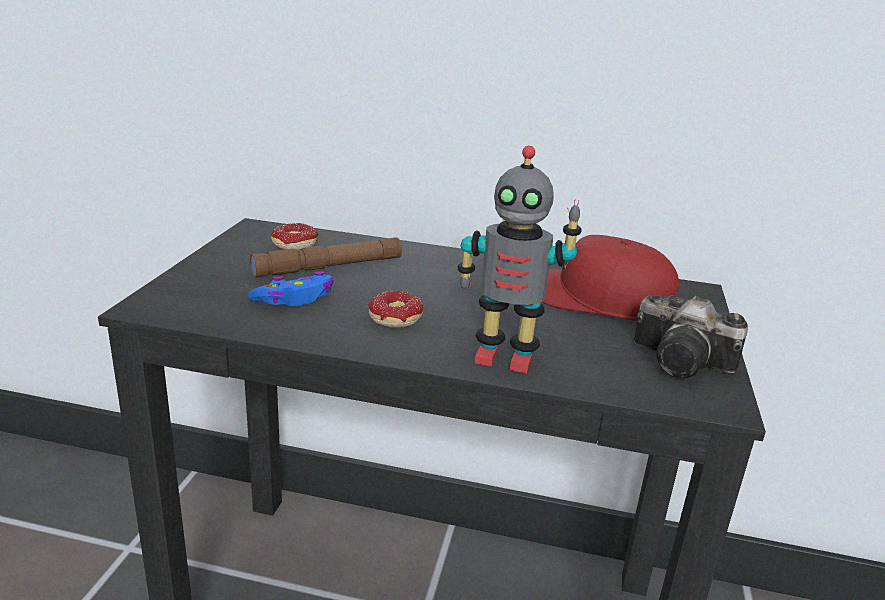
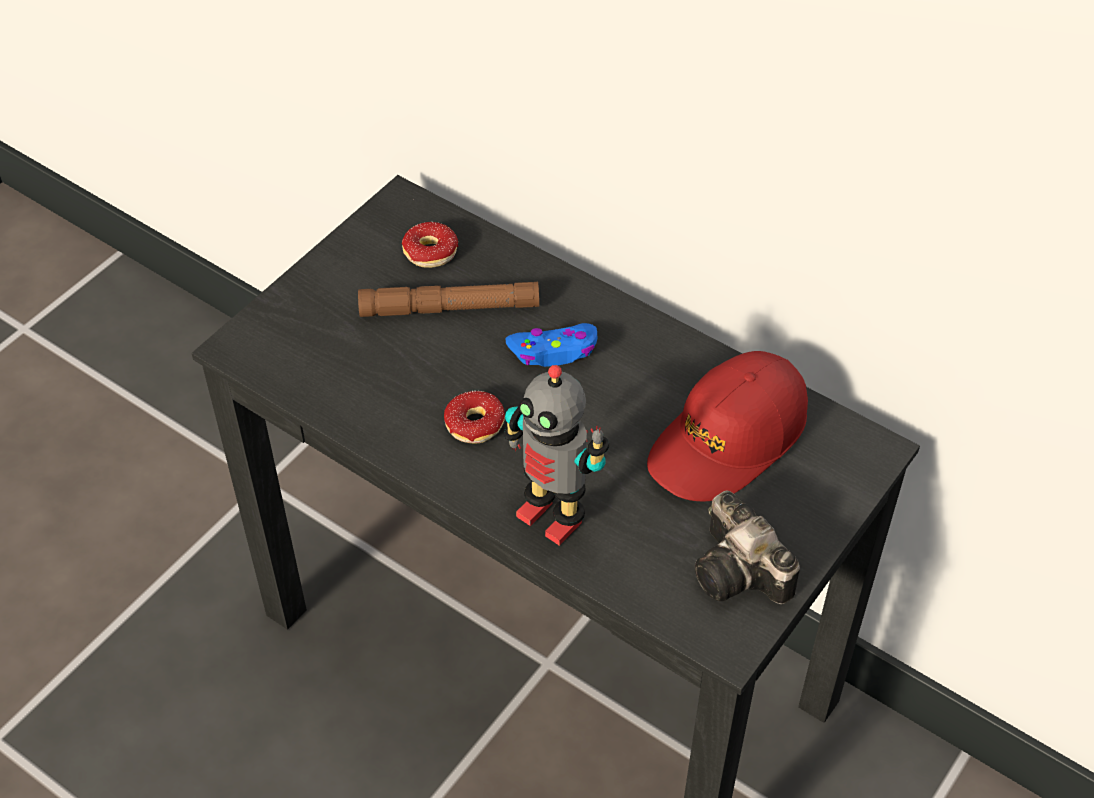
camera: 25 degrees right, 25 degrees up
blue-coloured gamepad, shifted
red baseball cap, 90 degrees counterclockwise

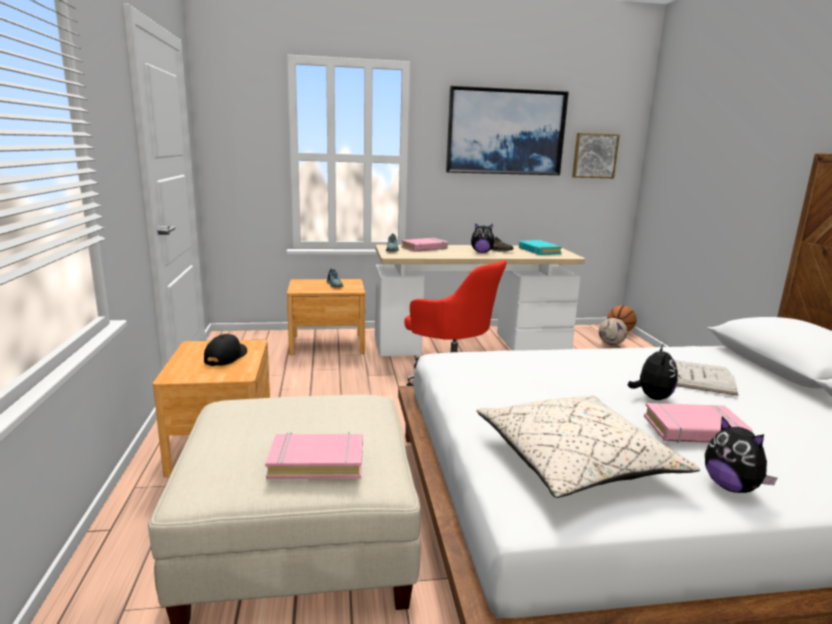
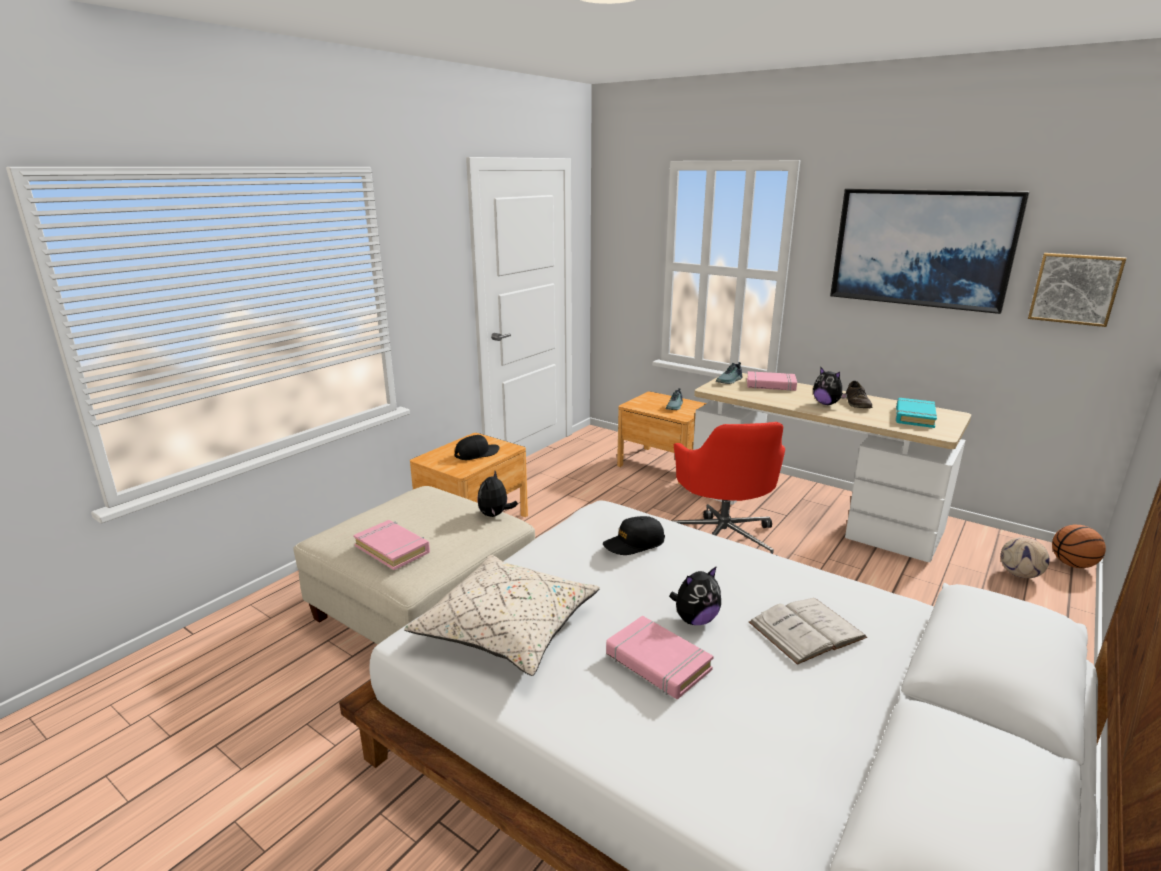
camera: 45 degrees right, 5 degrees up
- → black baseball cap (no. 2 from left)
cuddly toy (no. 3 from left in the first image) → cuddly toy (no. 1 from left), shifted

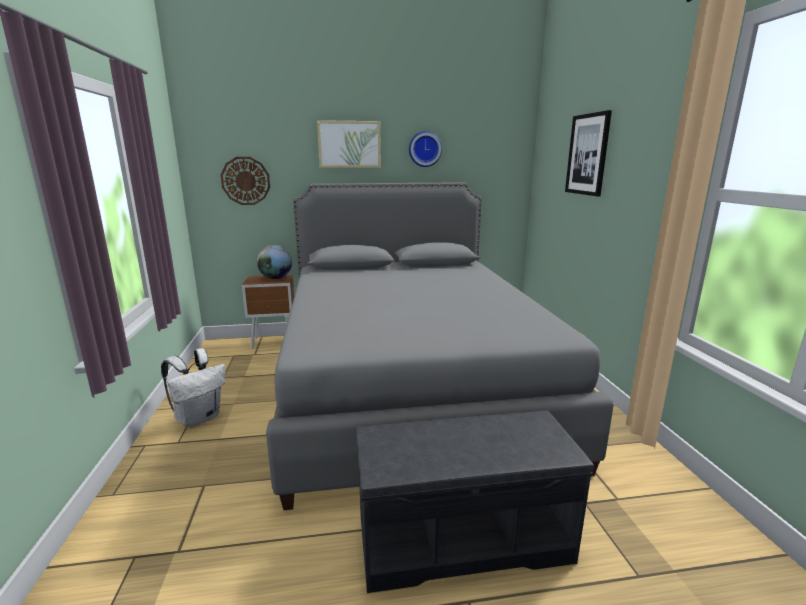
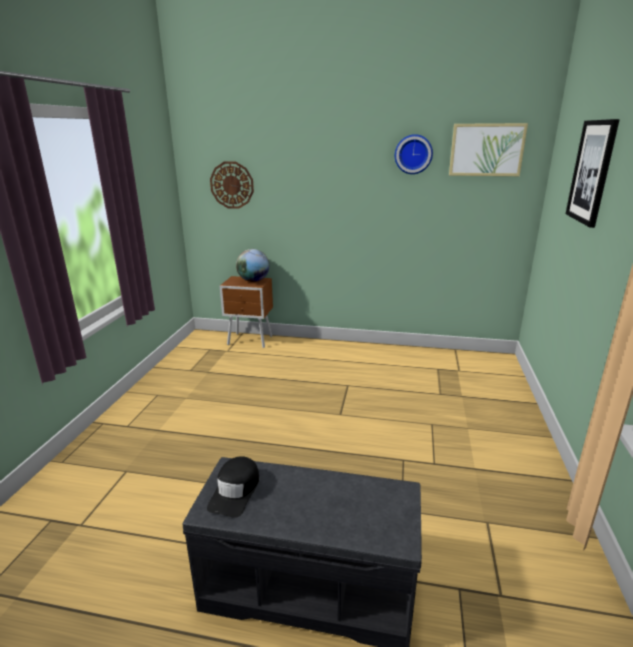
camera: 20 degrees right, 5 degrees up
white-coloured rucksack → -
grey sleeping bed → -
- → black baseball cap
picture (no. 1 from left), shifted

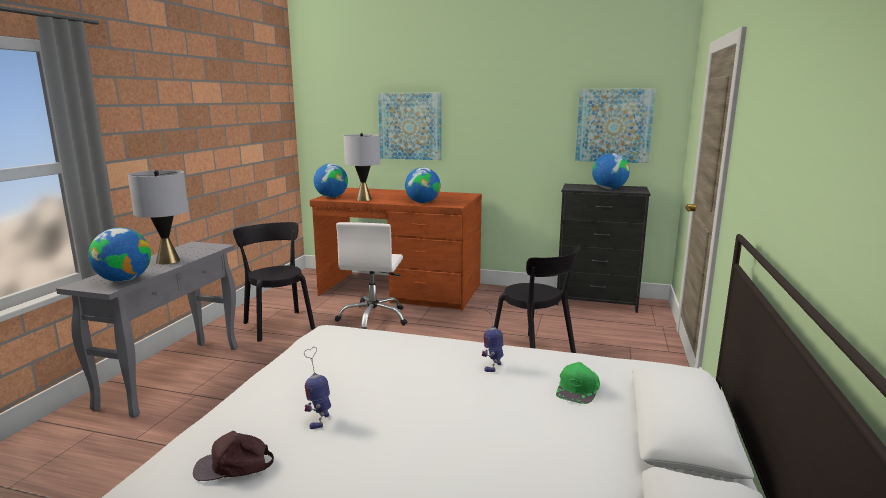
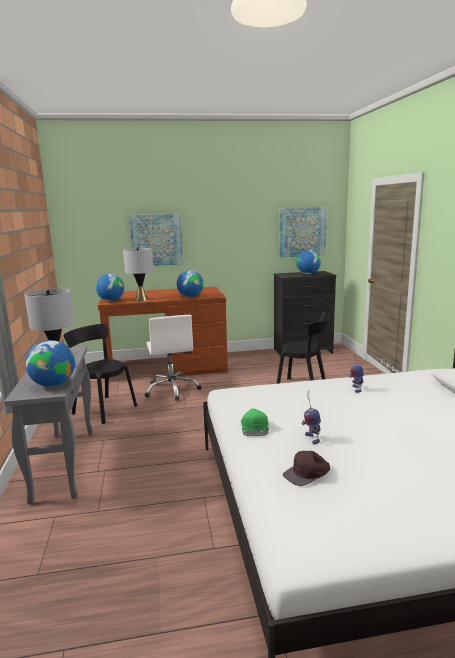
camera: 25 degrees left, 0 degrees up
green baseball cap, shifted

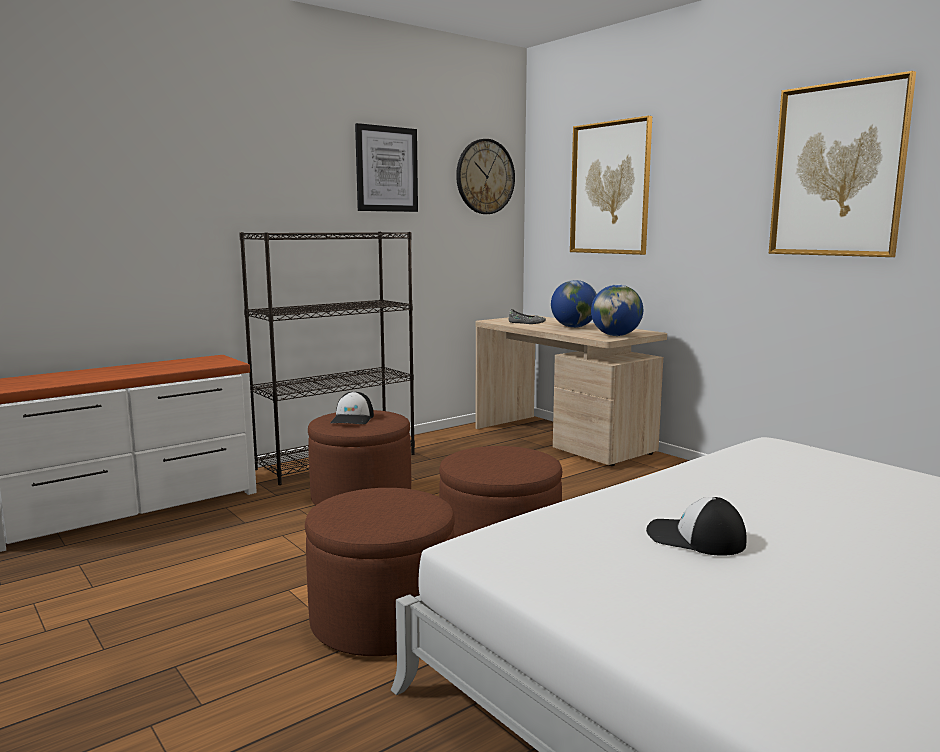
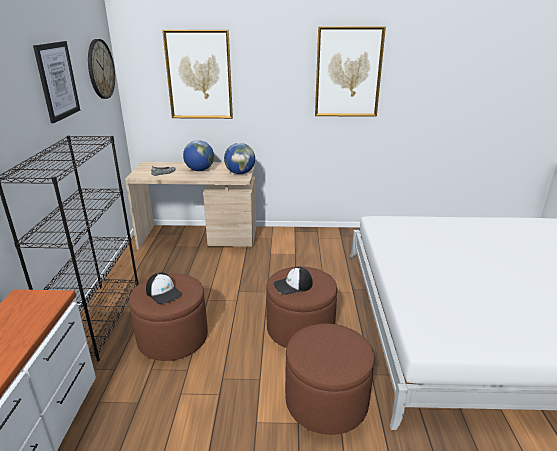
camera: 50 degrees left, 15 degrees up
baseball cap (no. 2 from left), shifted

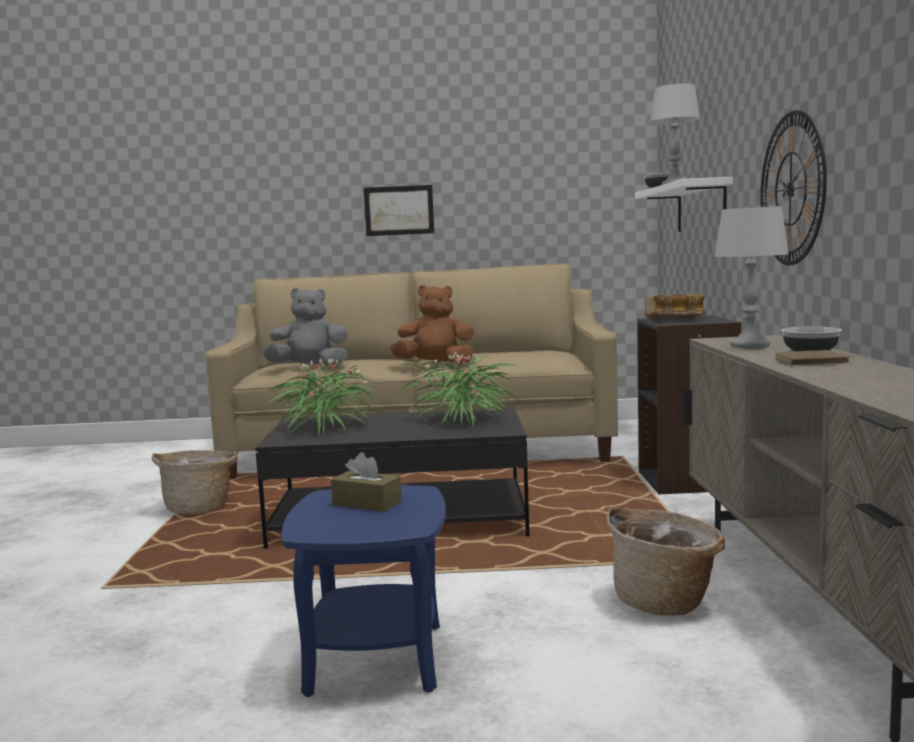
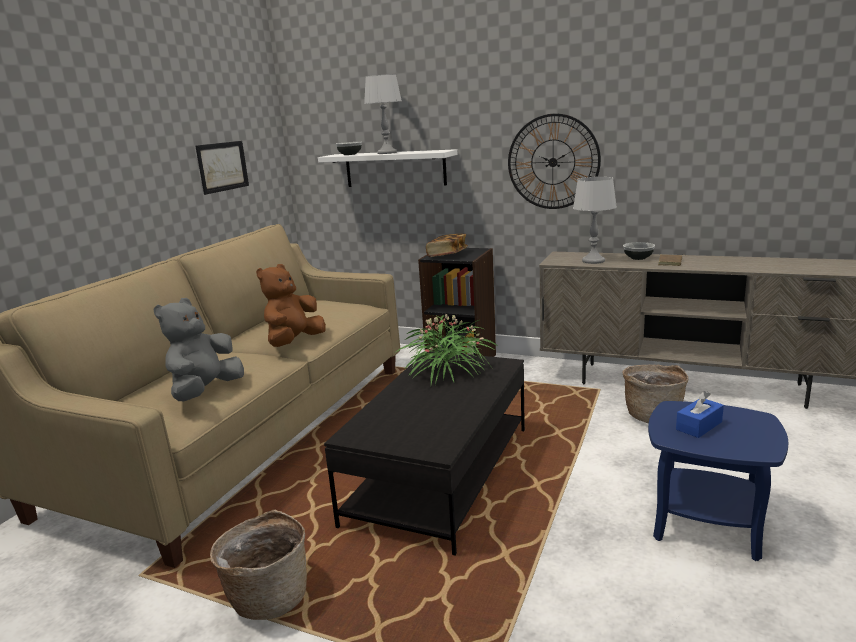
camera: 65 degrees left, 10 degrees up
houseplant (no. 1 from left) → -
picture, shifted
brown-coloured tissue holder → blue-coloured tissue holder

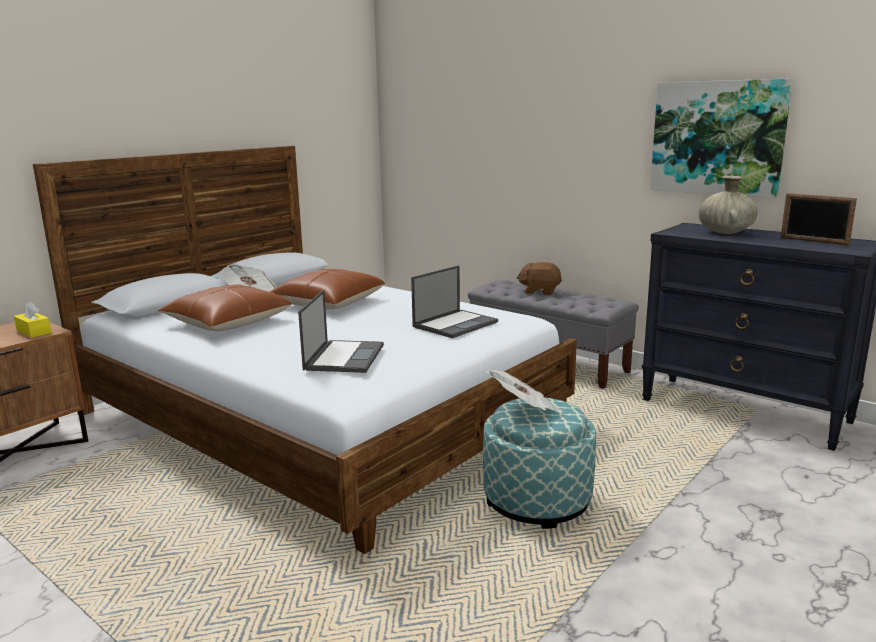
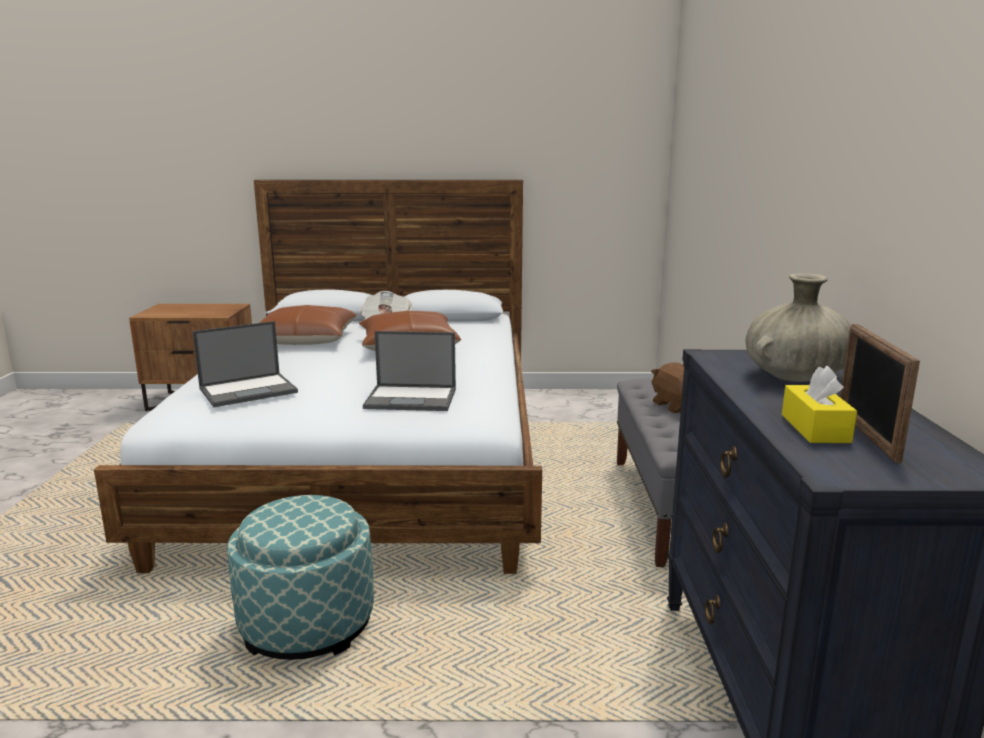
camera: 50 degrees right, 0 degrees up
printed paper (no. 2 from left) → -
picture → -
yellow tissue holder, shifted

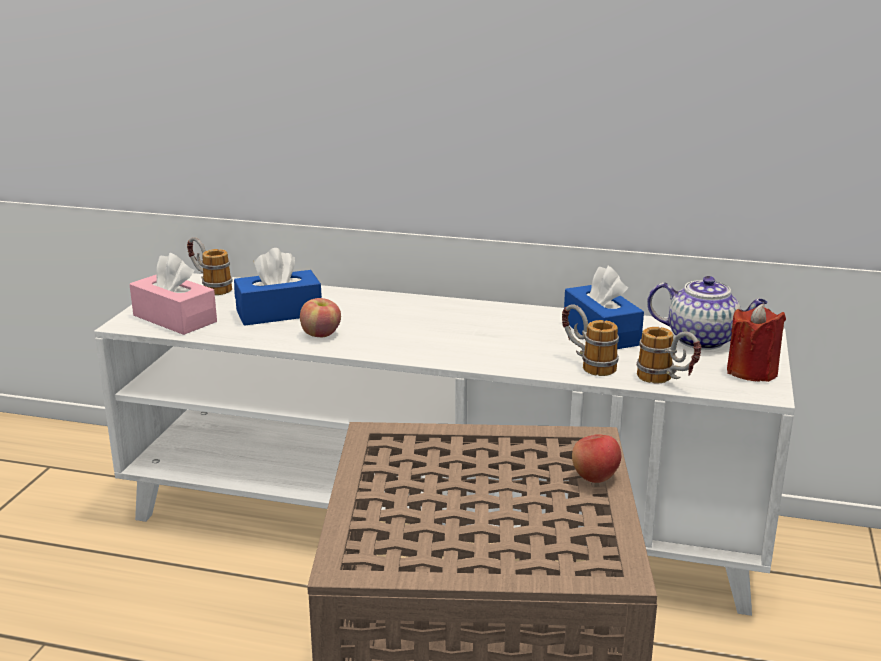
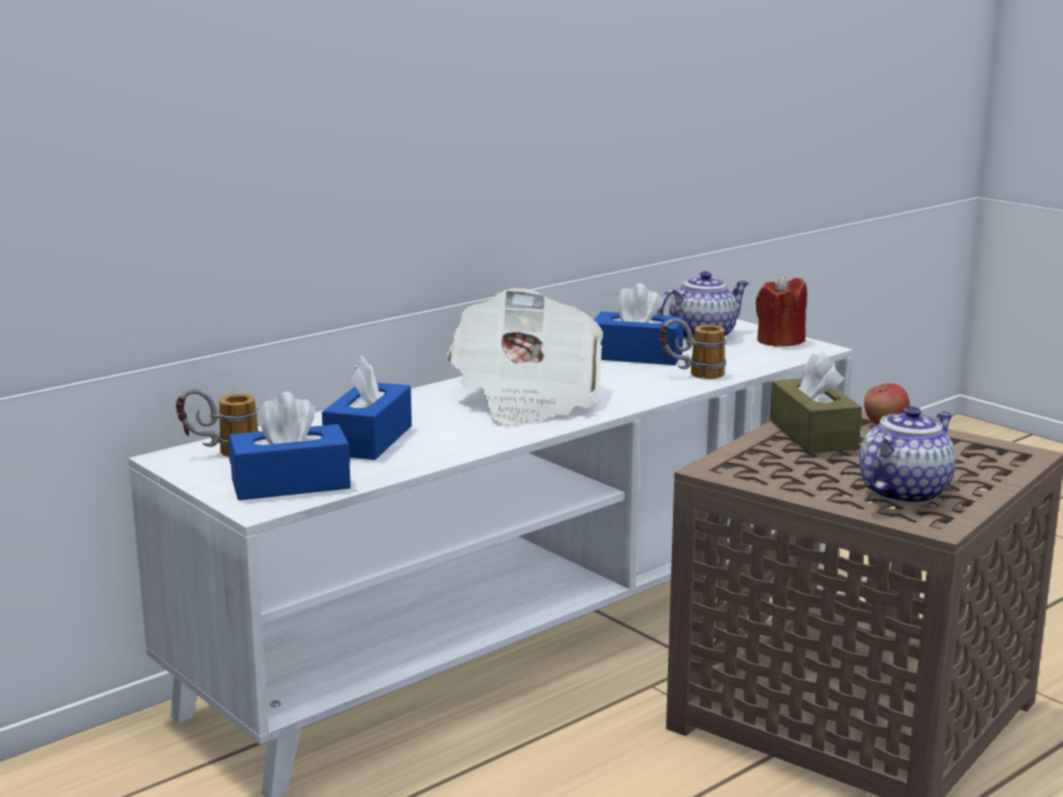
camera: 55 degrees left, 5 degrees down
whole apple (no. 1 from left) → -
tea mug (no. 3 from left) → -
- → printed paper
- → brown-coloured tissue holder
- → tea pot (no. 2 from left)
pink-coloured tissue holder → blue-coloured tissue holder (no. 1 from left)

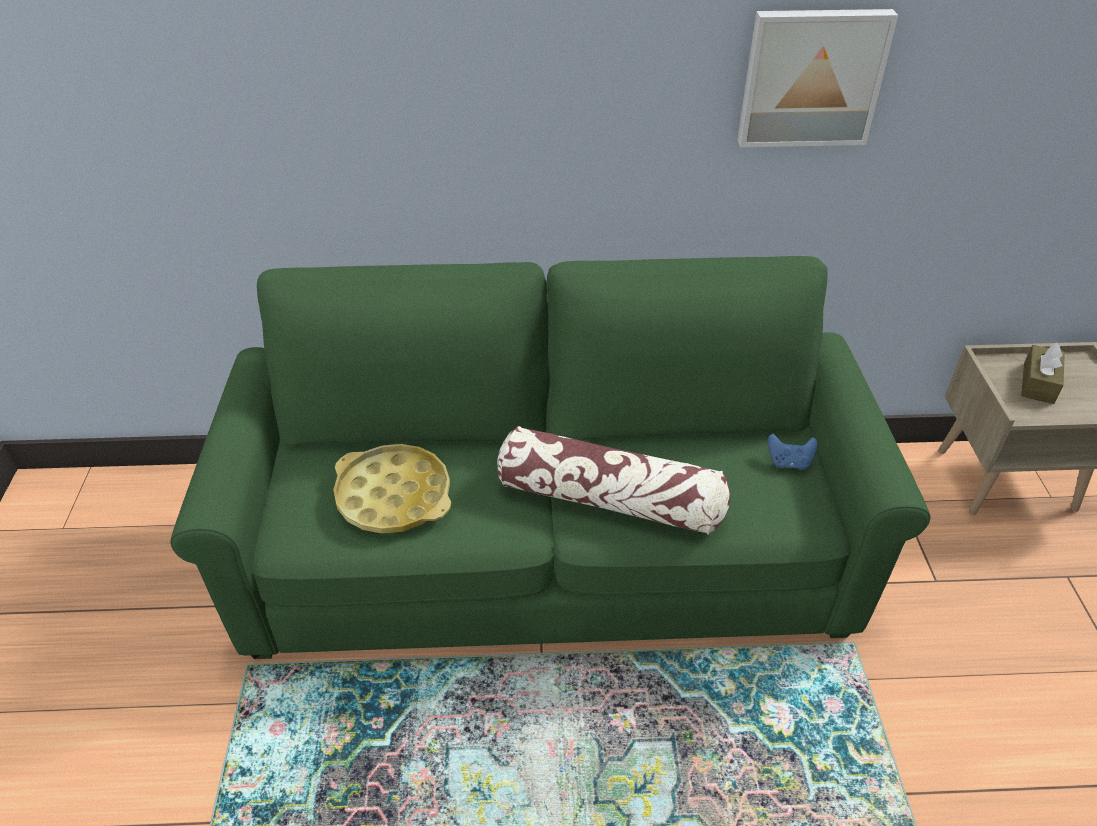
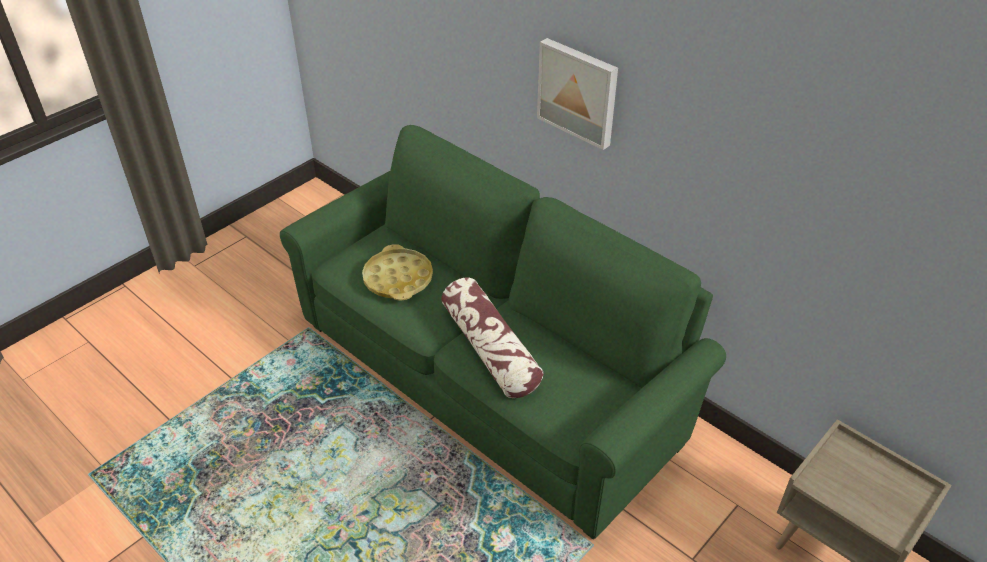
camera: 45 degrees right, 0 degrees up
blue-coloured gamepad → -
brown-coloured tissue holder → -
picture, shifted

